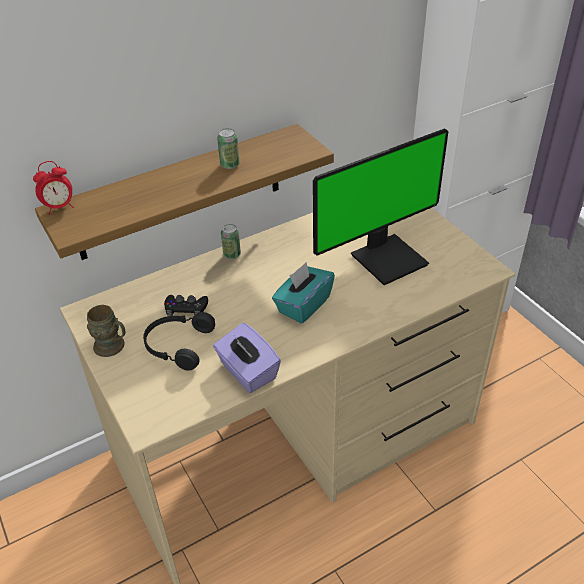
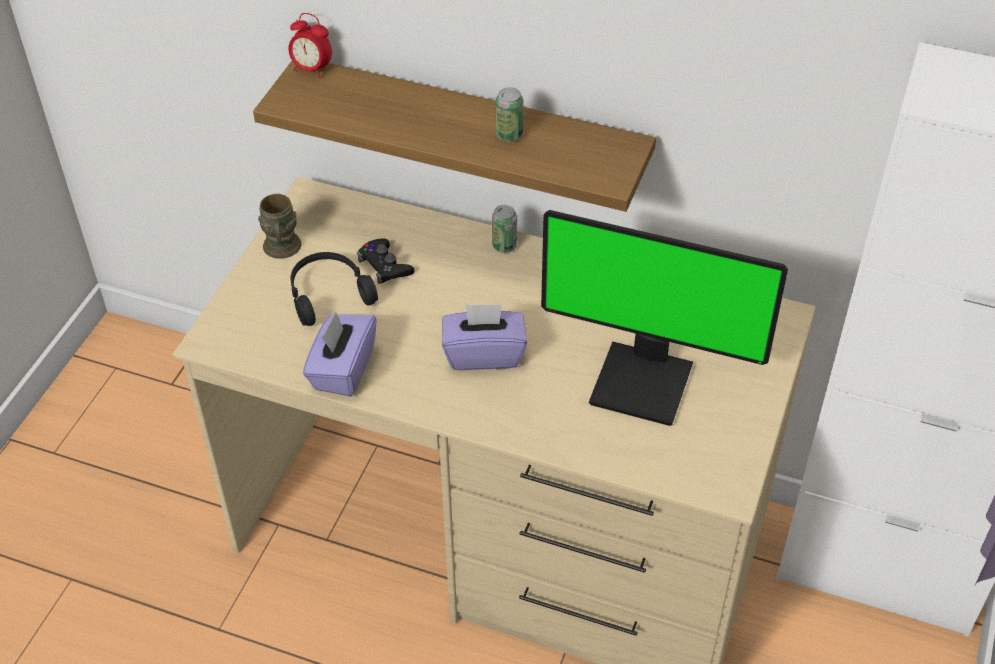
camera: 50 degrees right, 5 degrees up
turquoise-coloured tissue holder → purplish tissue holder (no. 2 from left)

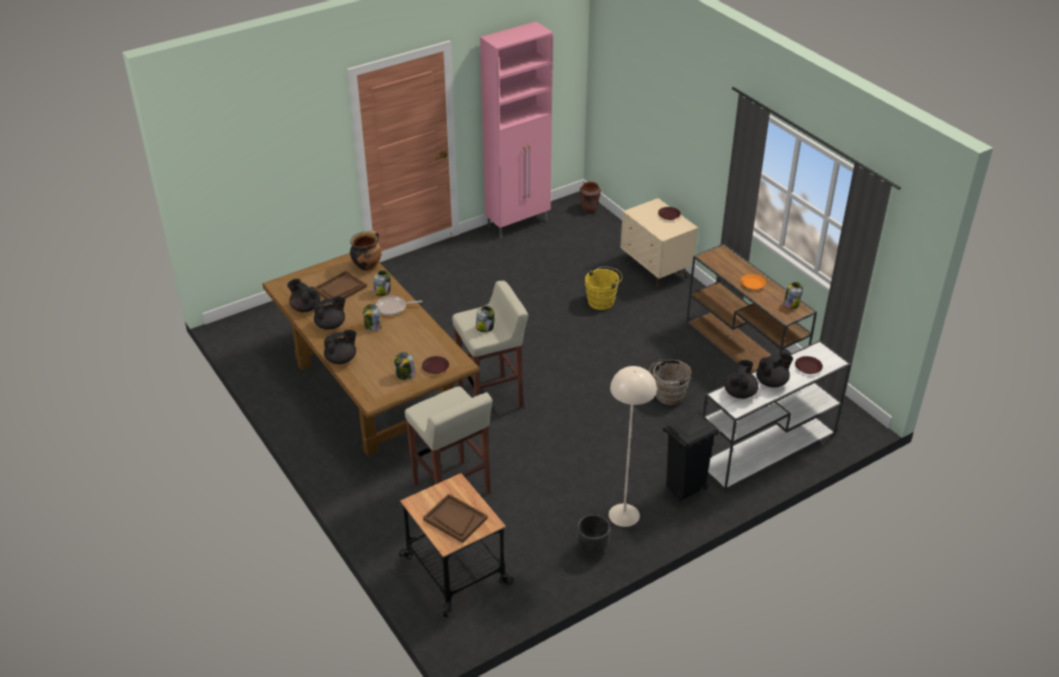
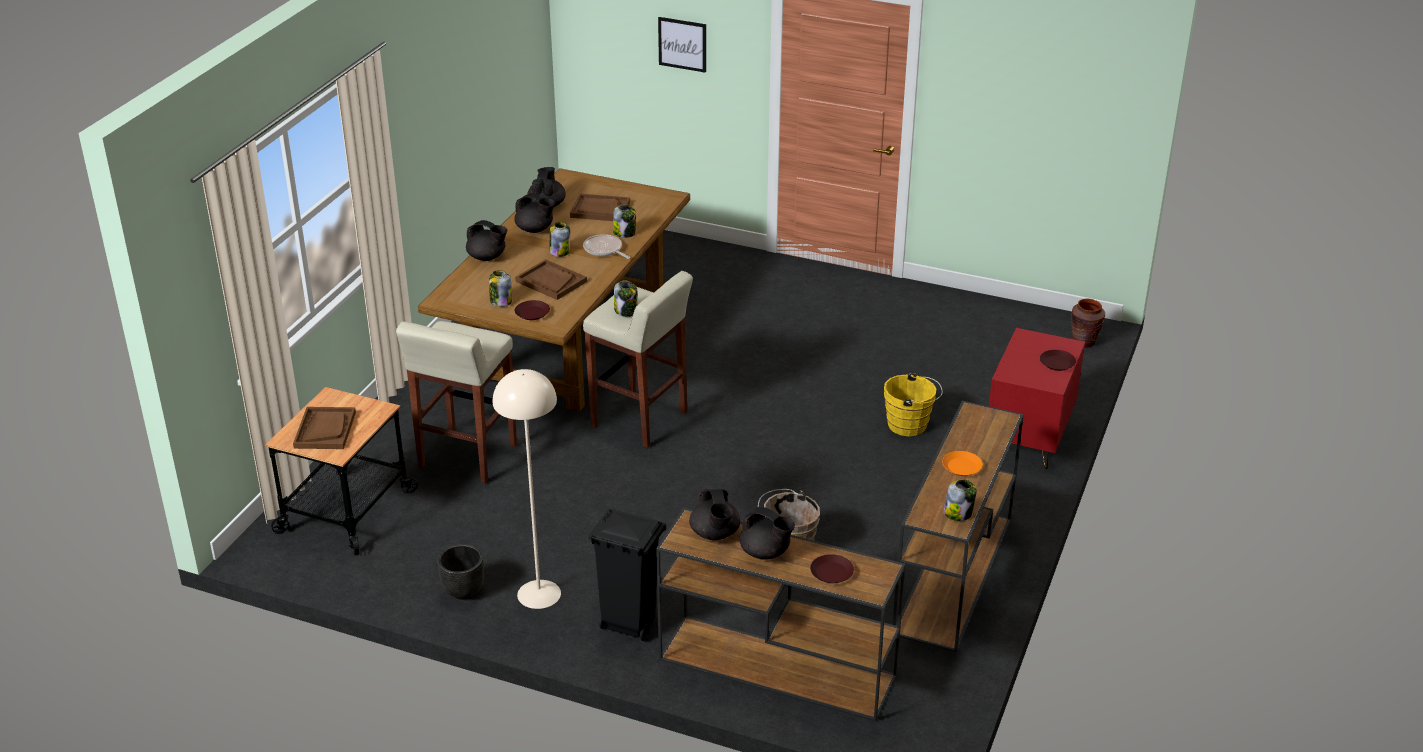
camera: 55 degrees right, 5 degrees down
stockpot → -
pink-coloured storage cabinet → -
- → brown-coloured carrying tray (no. 2 from left)
- → picture
beige-coloured night table → red night table
white-coloured hall table → brown-coloured hall table (no. 1 from left)
black tea pot (no. 4 from left), 90 degrees clockwise

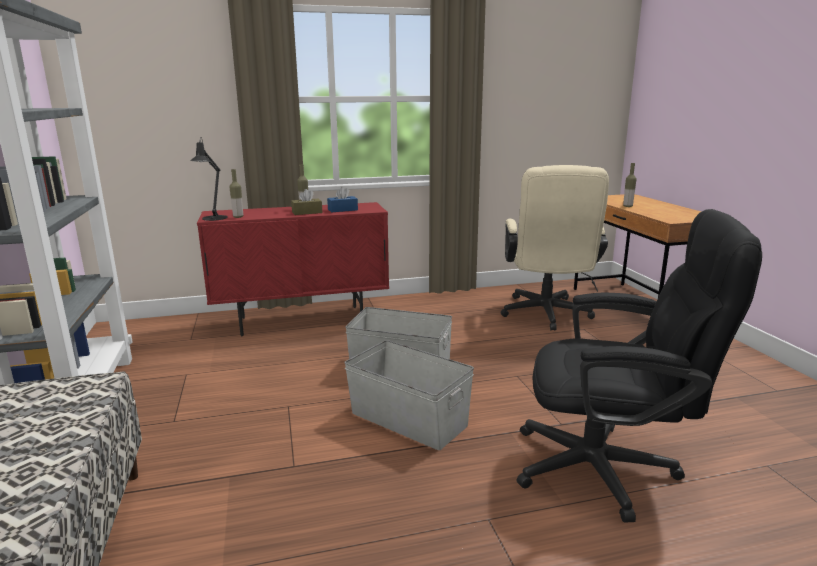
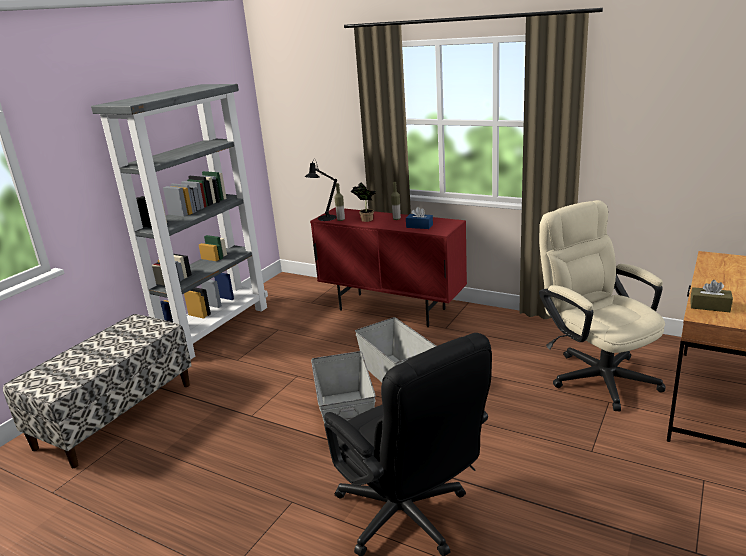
camera: 45 degrees right, 5 degrees up
bottle (no. 3 from left) → -
- → houseplant
brown-coloured tissue holder, shifted
beige-coloured office chair, 105 degrees clockwise

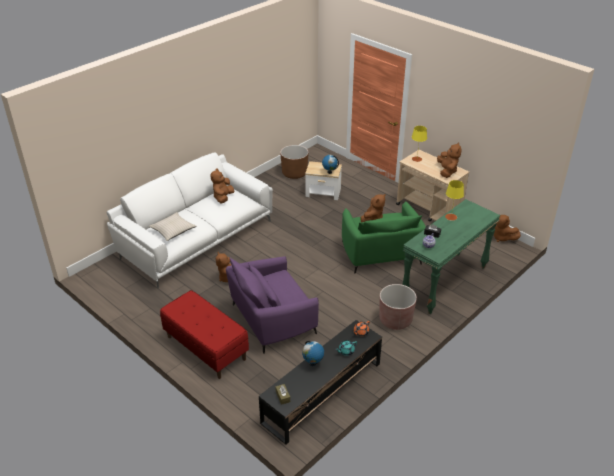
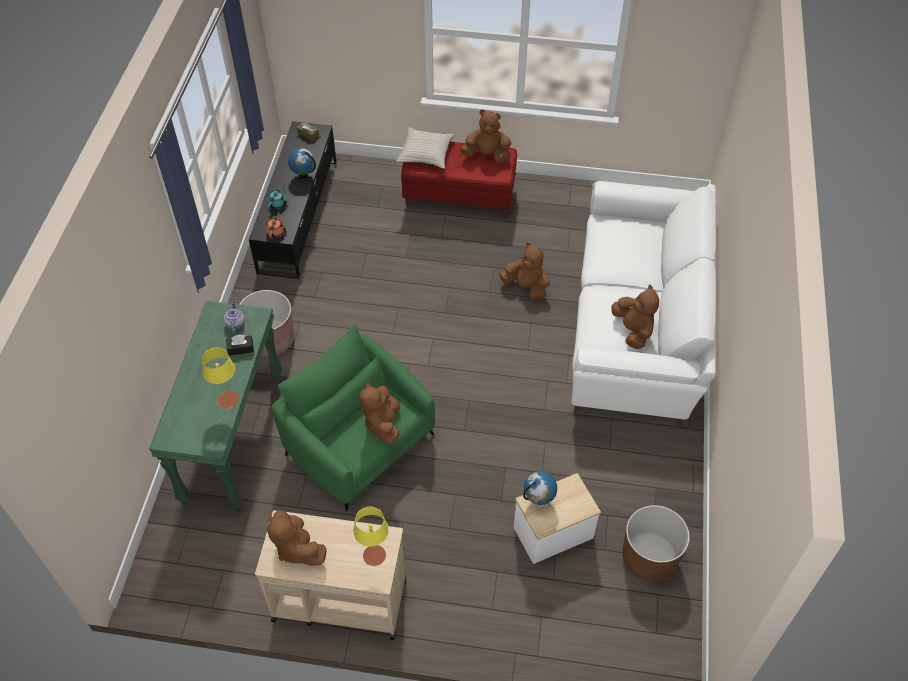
camera: 145 degrees right, 15 degrees up
purplish lounge chair → -
beige-coloured throw pillow, shifted
brown-coloured cuddly toy (no. 5 from left in the first image) → brown-coloured cuddly toy (no. 3 from left), shifted

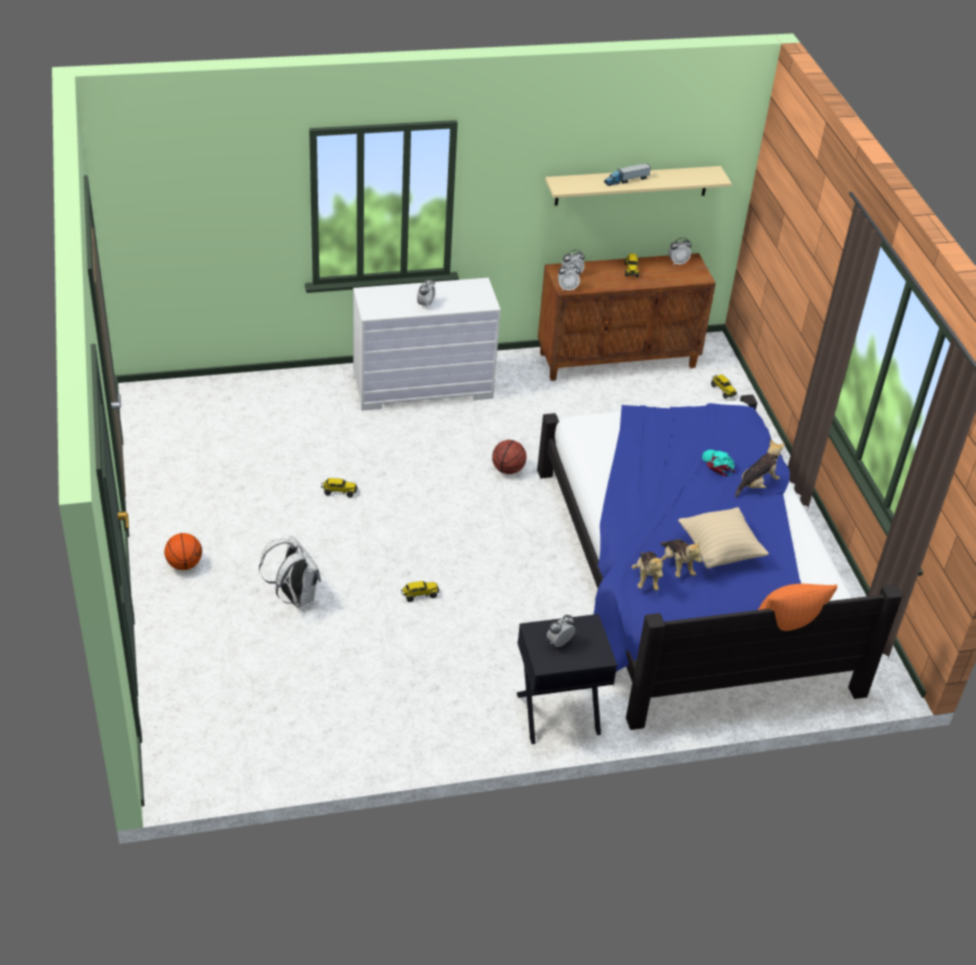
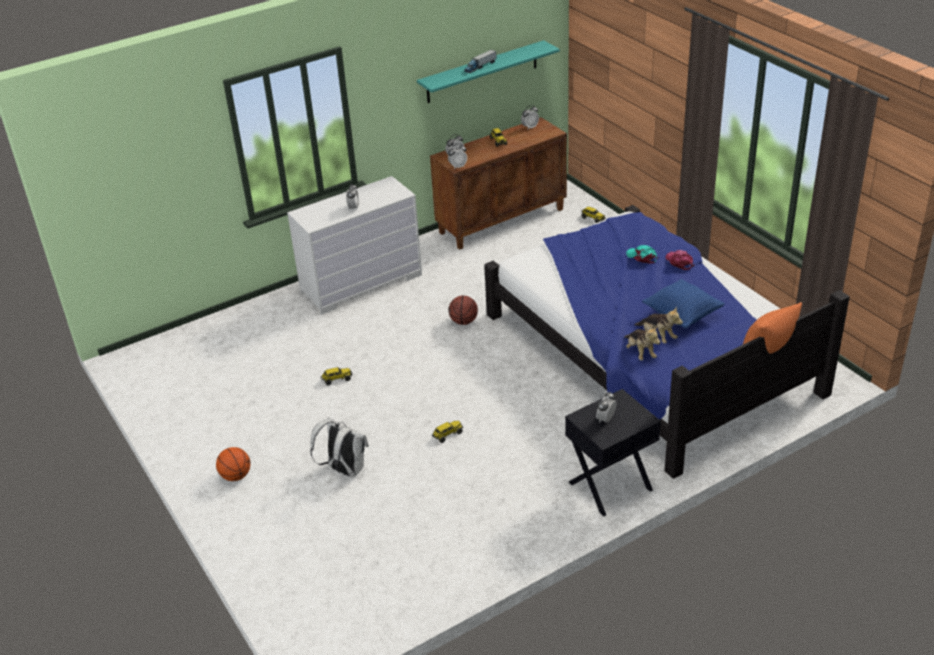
camera: 15 degrees left, 5 degrees down
cuddly toy (no. 3 from left) → pink-coloured baseball cap
beige-coloured wall shelf → turquoise-coloured wall shelf
beige-coloured throw pillow → blue-coloured throw pillow

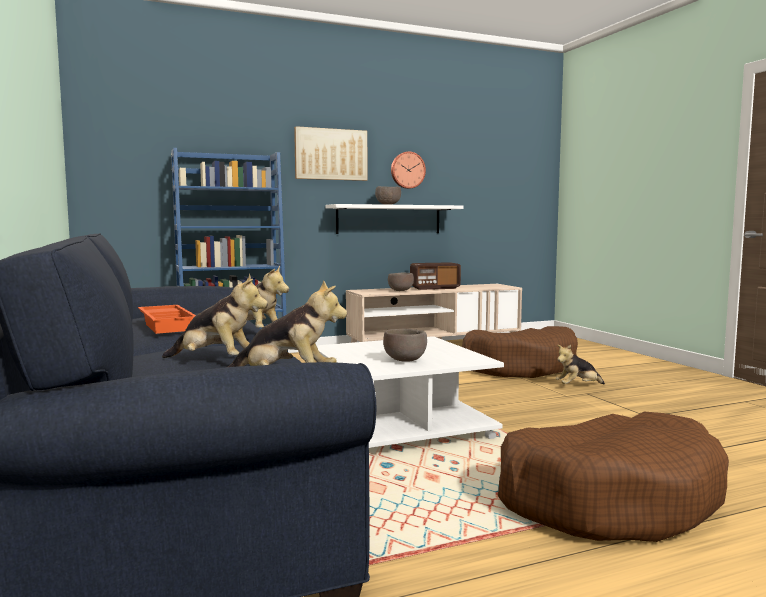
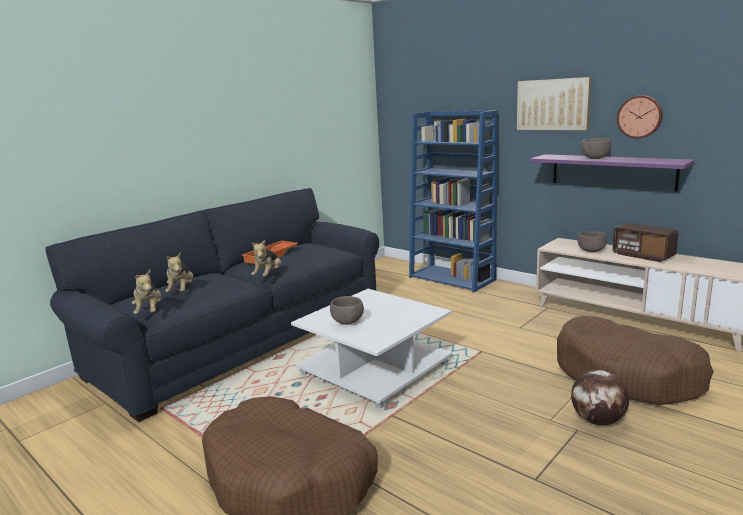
camera: 65 degrees right, 10 degrees up
cuddly toy (no. 4 from left) → globe
white-coloured wall shelf → purplish wall shelf

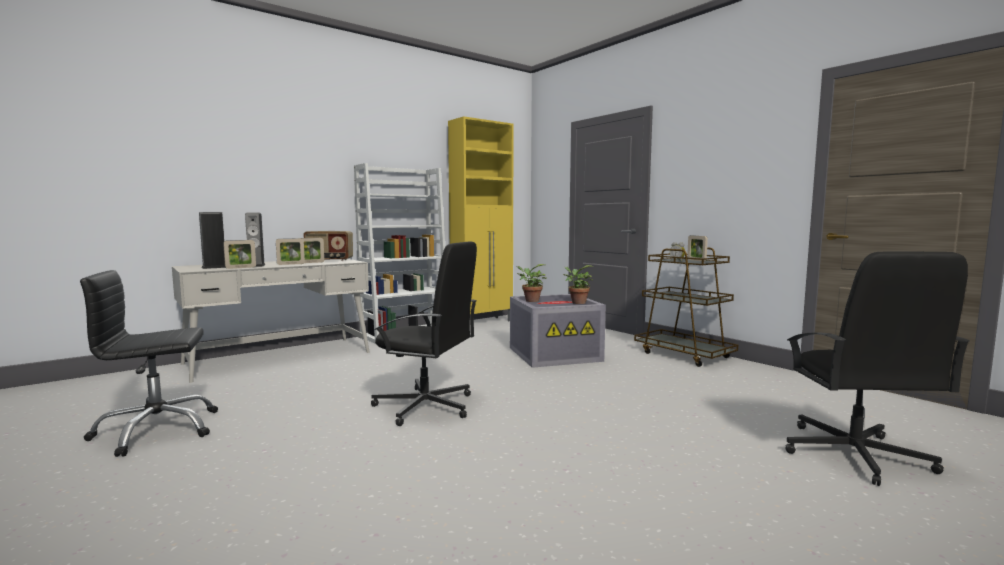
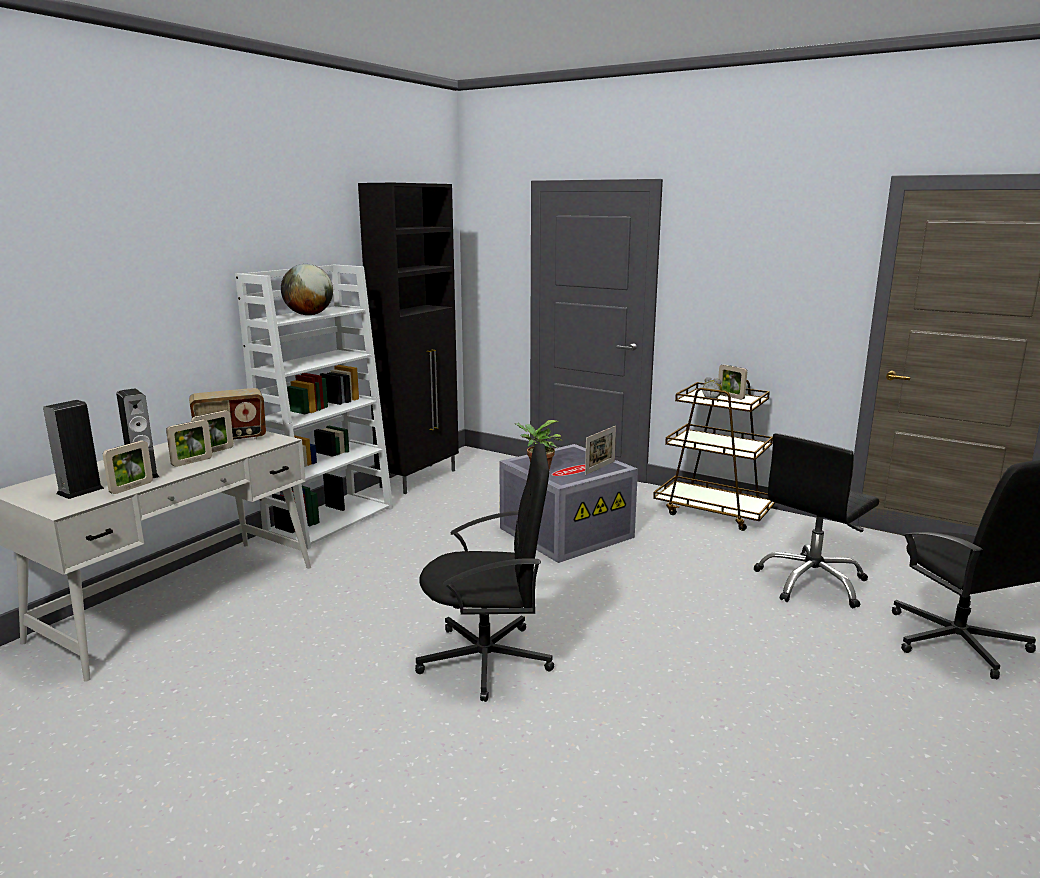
camera: 20 degrees left, 10 degrees up
- → globe
black office chair (no. 1 from left in the first image) → black office chair (no. 2 from left), shifted
houseplant (no. 2 from left) → standing frame (no. 4 from left)
yellow storage cabinet → black storage cabinet

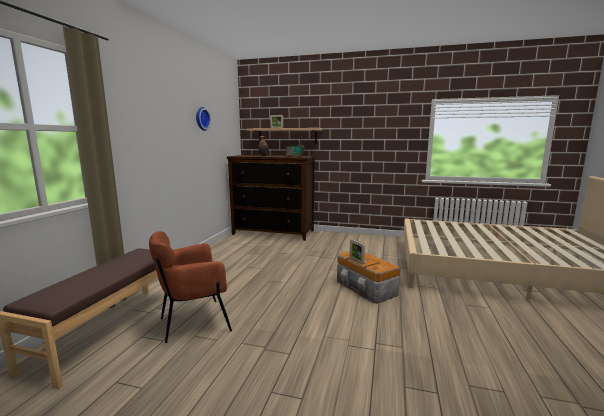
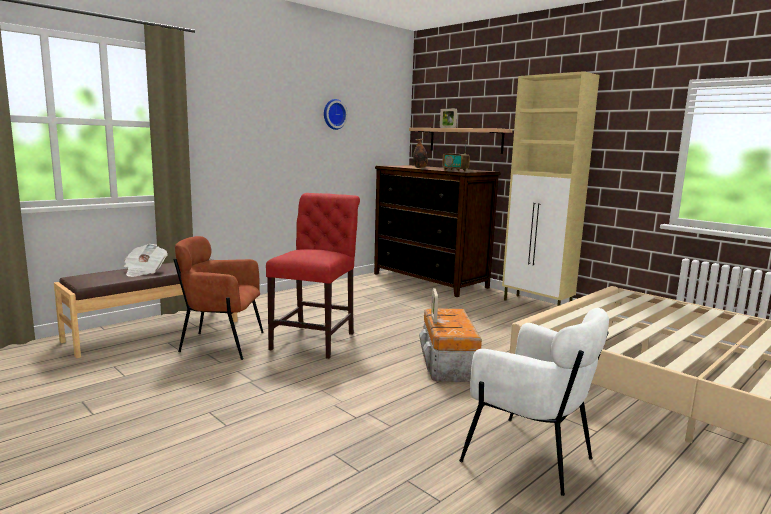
camera: 30 degrees right, 0 degrees up
- → printed paper
- → red plain chair
- → white-coloured lounge chair
- → beige-coloured storage cabinet

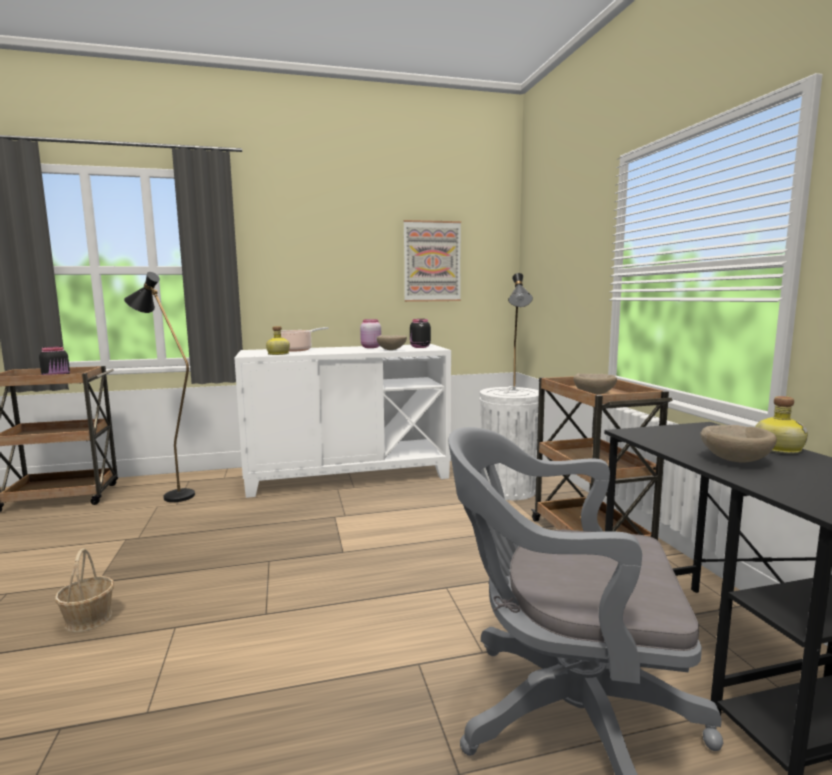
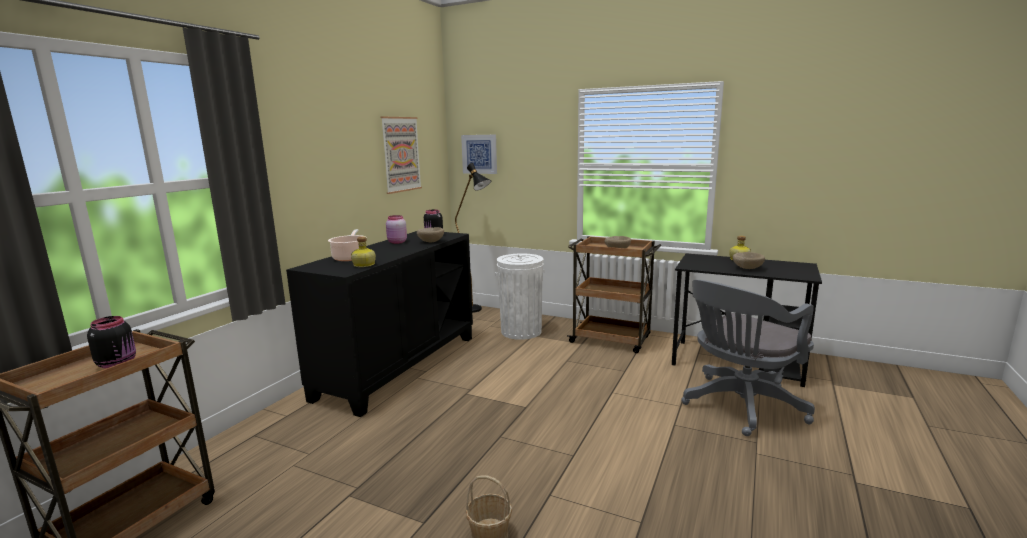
camera: 50 degrees left, 5 degrees up
black floor lamp (no. 1 from left) → -
- → picture (no. 2 from left)
white-coloured storage cabinet → black storage cabinet

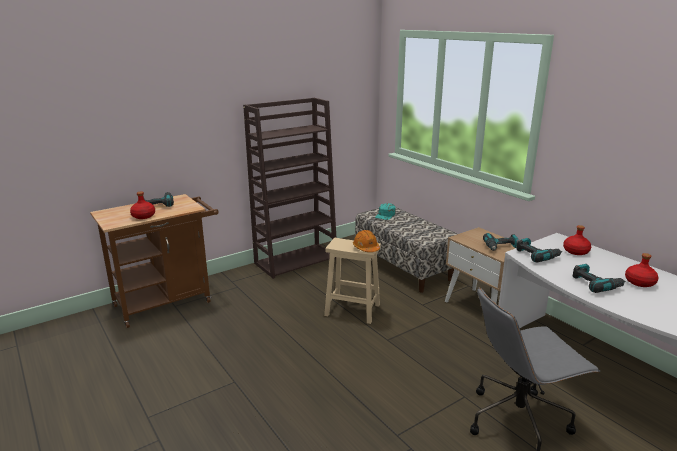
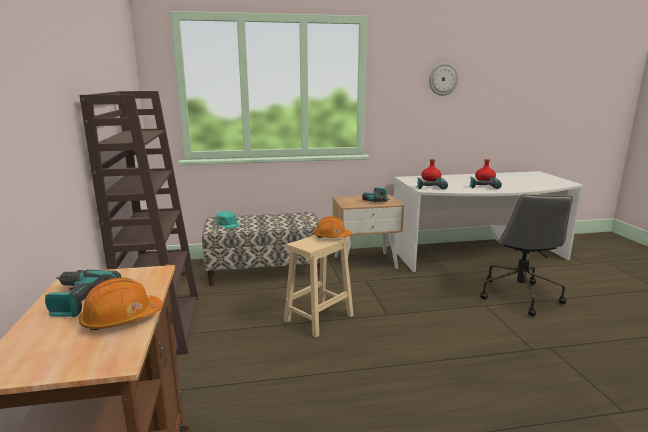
camera: 65 degrees left, 5 degrees down
- → wall clock
red bottle (no. 1 from left) → orange work helmet (no. 1 from left)

